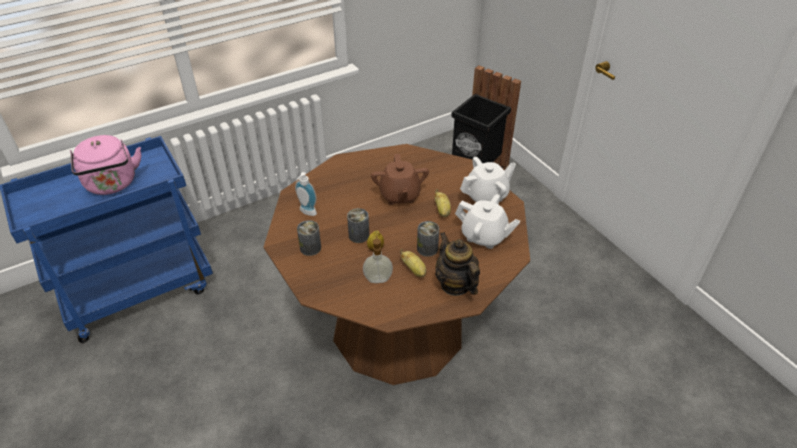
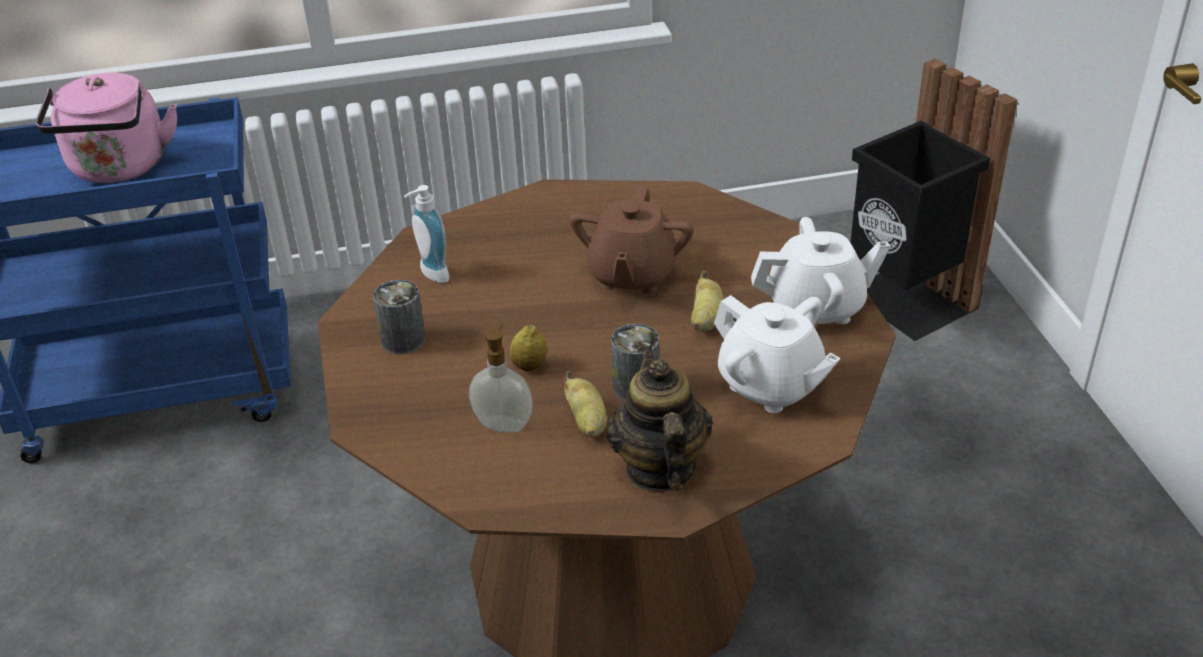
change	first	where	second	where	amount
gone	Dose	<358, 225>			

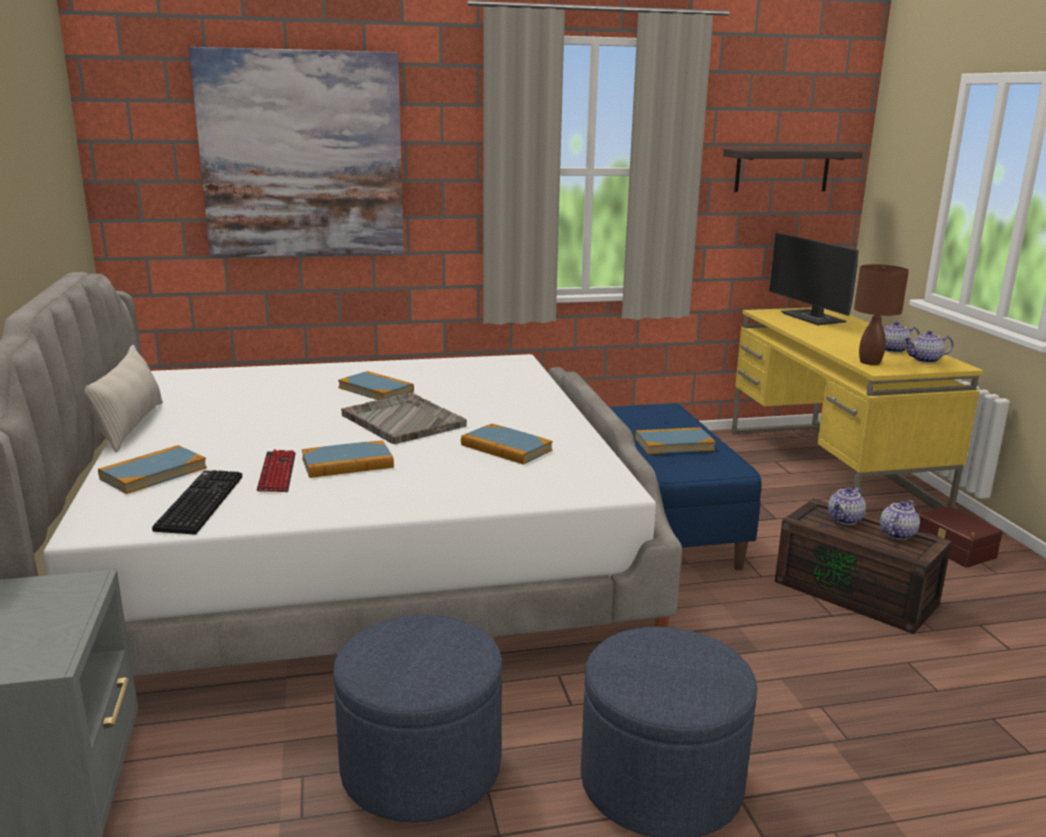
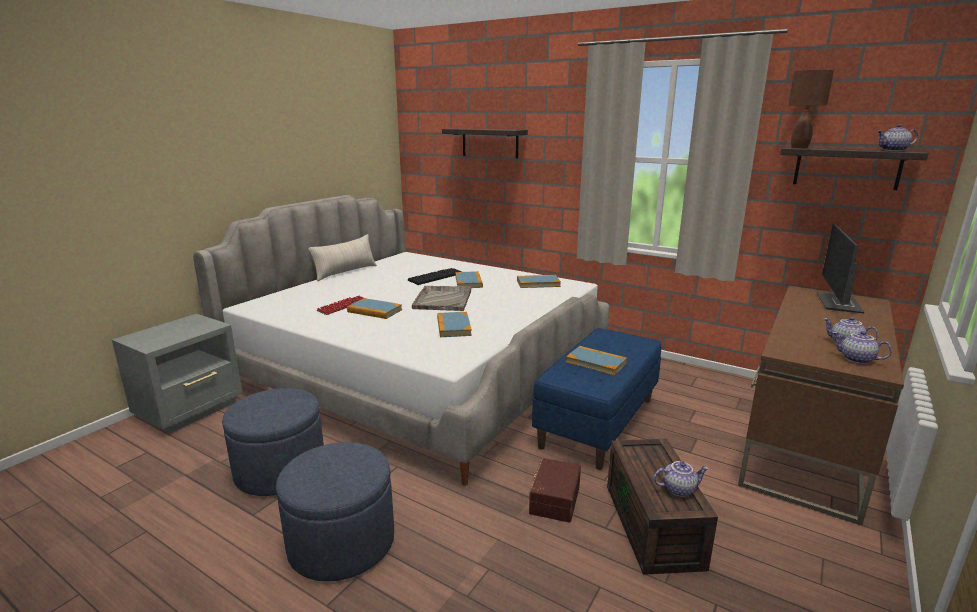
change	first	where	second	where	amount
shifted	Buch	<152, 469>		<539, 281>	
shifted	Tastatur	<197, 502>		<434, 276>	
swapped	Bild	<296, 152>	Wandregal	<485, 143>	
repainted	Schreibtisch (gelb)	<857, 408>	Schreibtisch (braun)	<821, 405>	
shifted	Teekanne	<847, 506>		<897, 137>	
shifted	Tischlampe (braun)	<881, 314>		<811, 109>	
shifted	Aufbewahrungsbox (braun)	<960, 537>		<555, 490>	

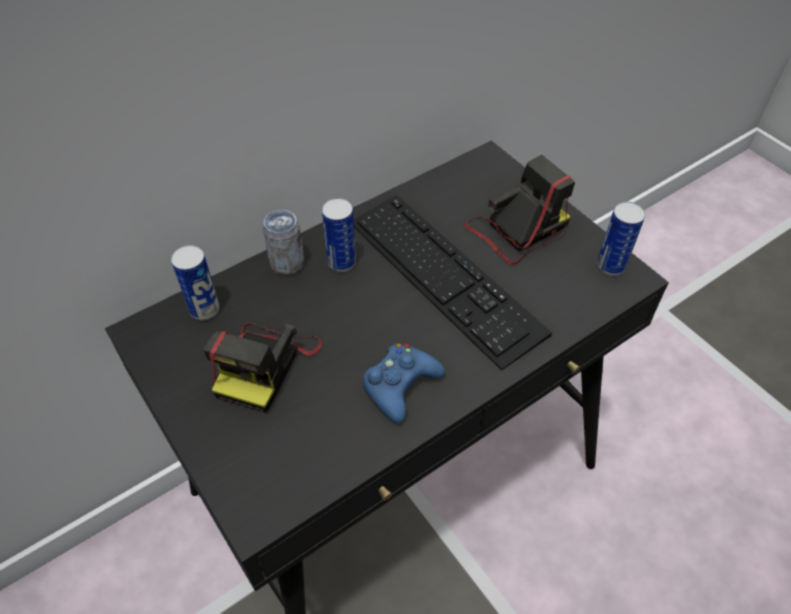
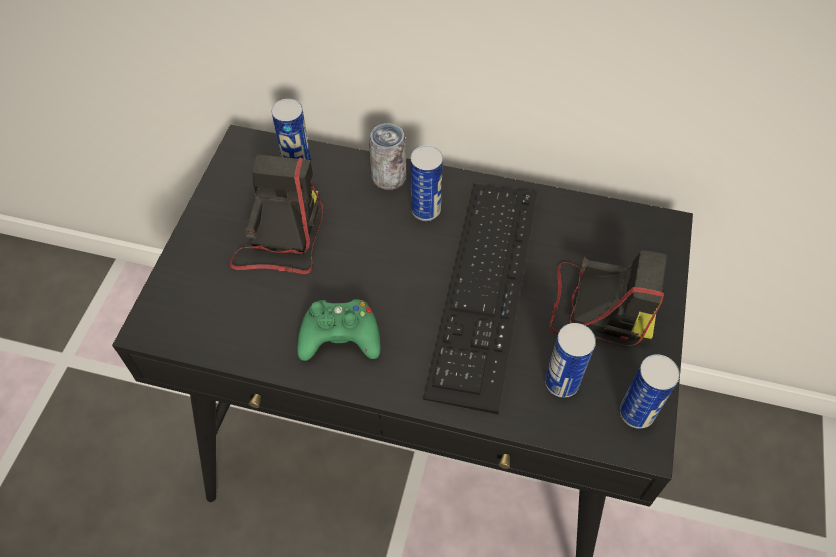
change	first	where	second	where	amount
rotated	Kamera	<262, 368>		<276, 214>	120 degrees clockwise
repainted	Gamepad (blau)	<404, 384>	Gamepad (grün)	<339, 330>	
new			Dose	<570, 360>	

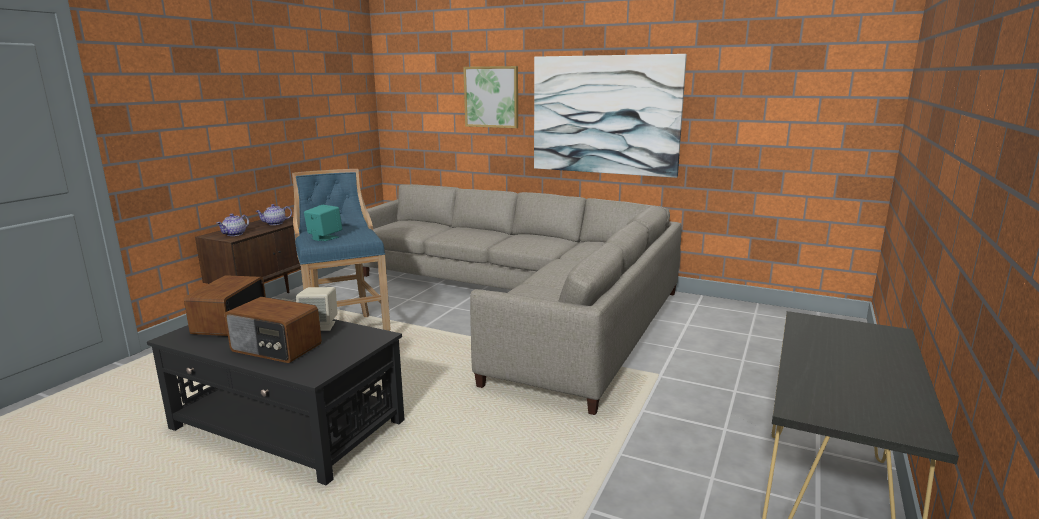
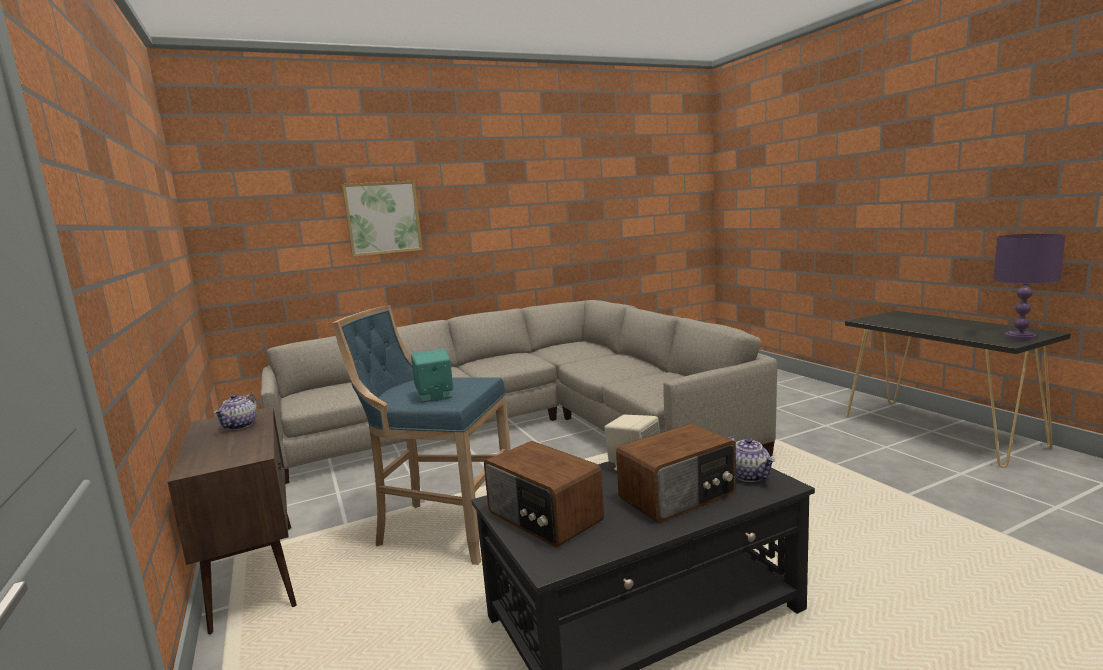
change	first	where	second	where	amount
shifted	Teekanne	<233, 225>		<751, 459>	
gone	Bild	<610, 116>			
new			Tischlampe (lila)	<1029, 287>	

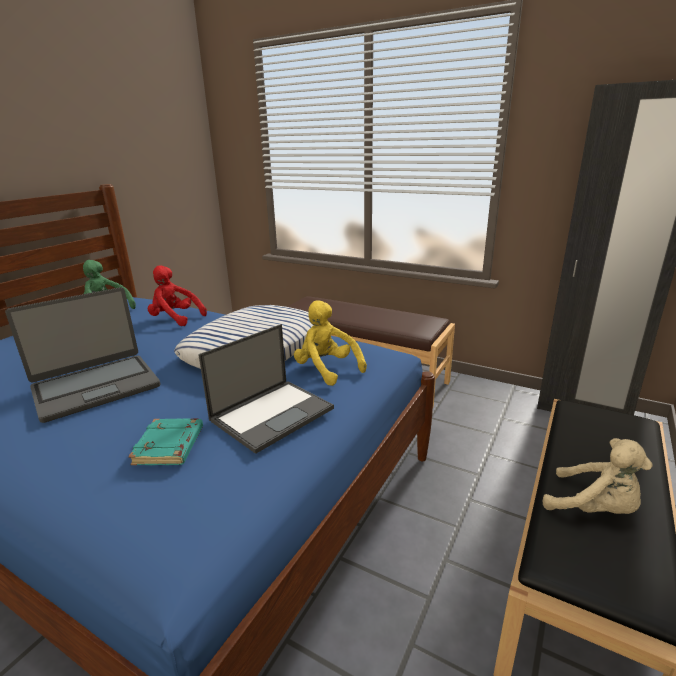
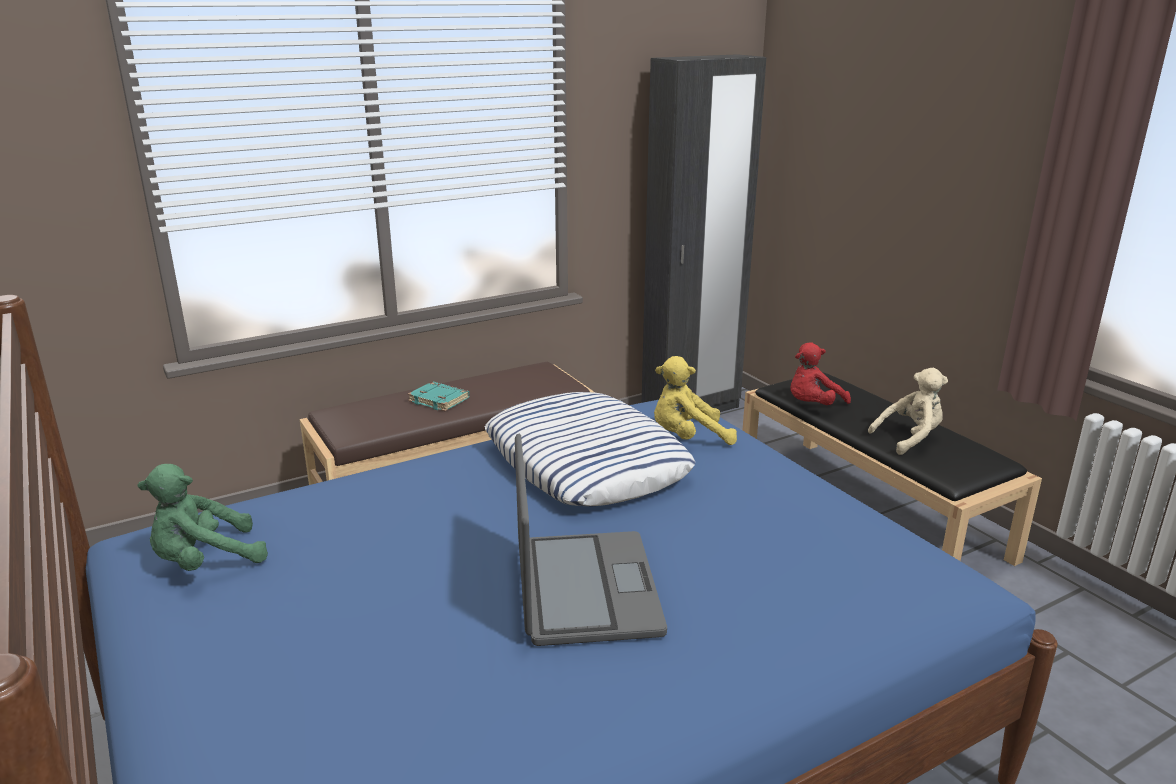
change	first	where	second	where	amount
shifted	Buch (türkis)	<165, 442>		<439, 396>	
shifted	Plüschtier (rot)	<177, 295>		<820, 373>	
gone	Laptop	<266, 389>			

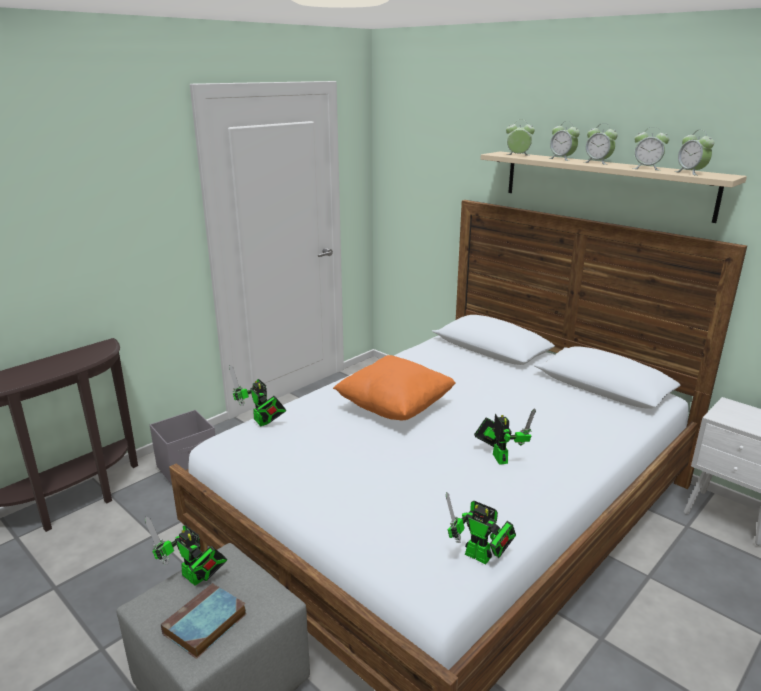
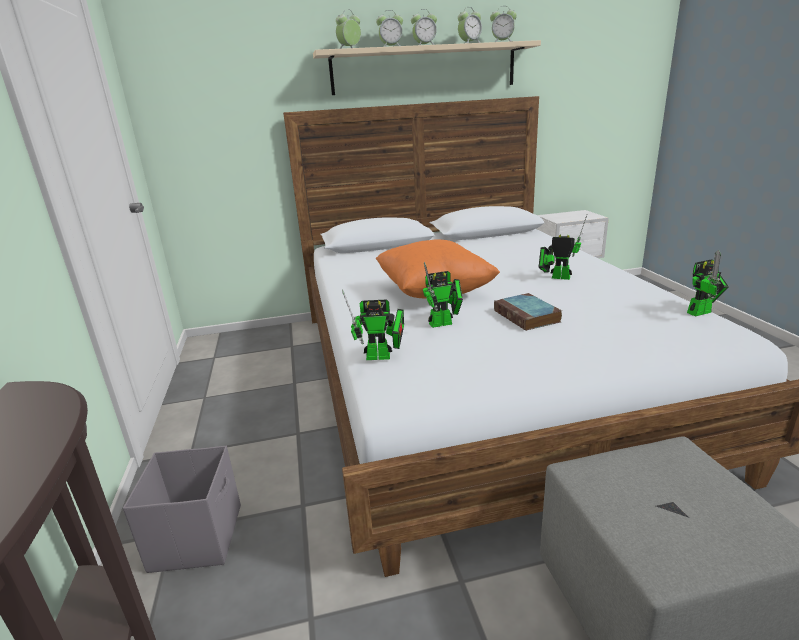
change	first	where	second	where	amount
shifted	Spielzeugroboter	<186, 551>		<443, 295>	
shifted	Buch	<204, 621>		<528, 312>	

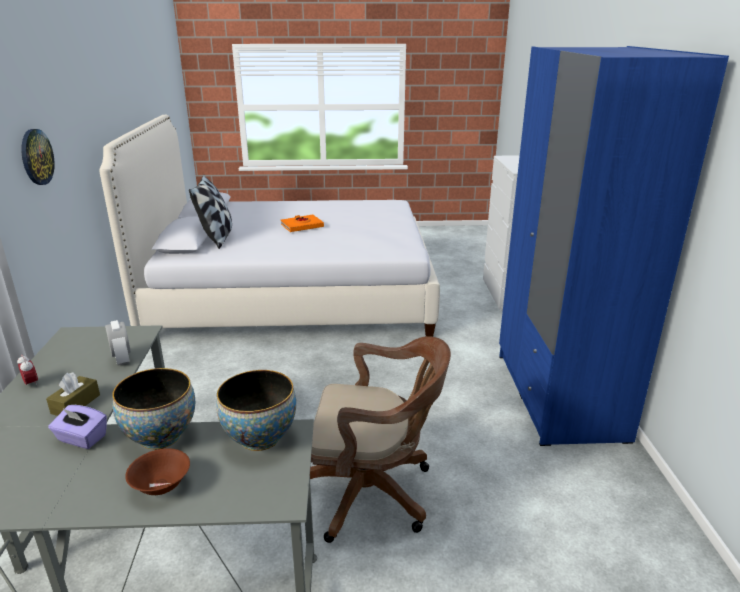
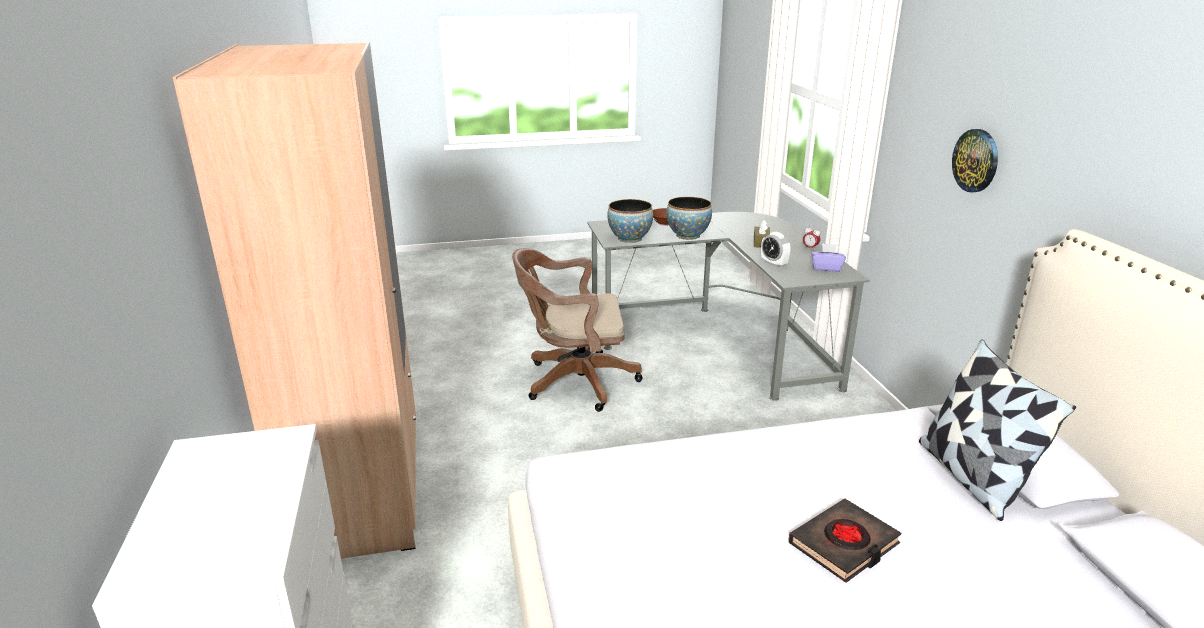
change	first	where	second	where	amount
shifted	Taschentuchbox (lila)	<77, 427>		<828, 257>	
repainted	Buch (orange)	<302, 223>	Buch (schwarz)	<845, 541>	
repainted	Kleiderschrank (blau)	<614, 246>	Kleiderschrank (beige)	<294, 300>	

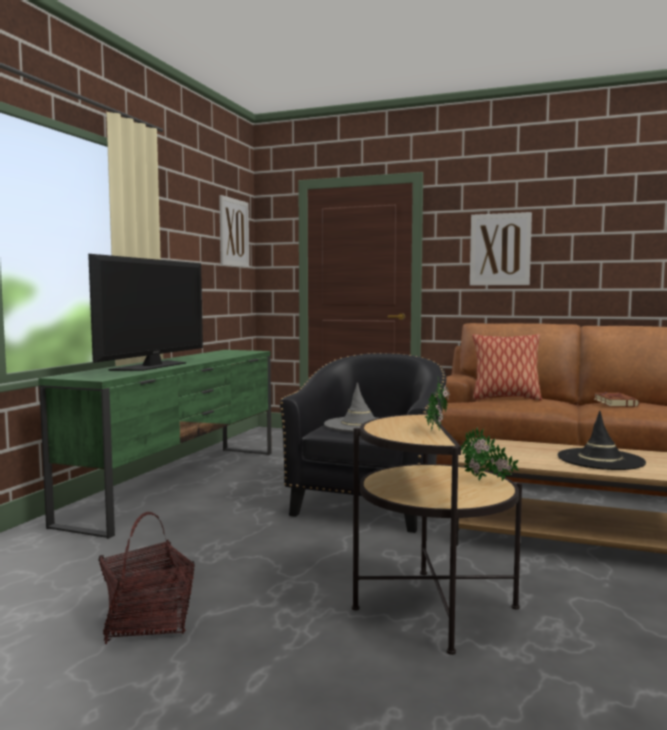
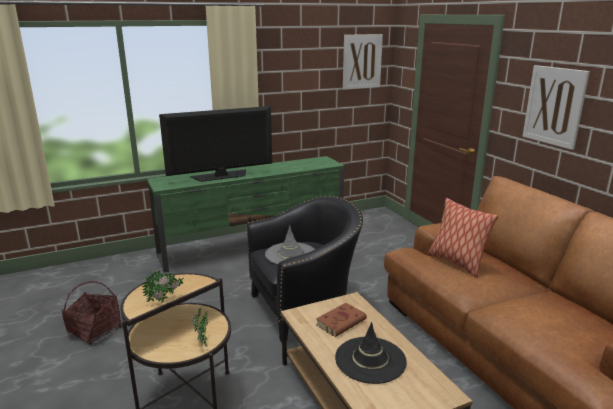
change	first	where	second	where	amount
shifted	Buch (braun)	<616, 399>		<341, 320>	

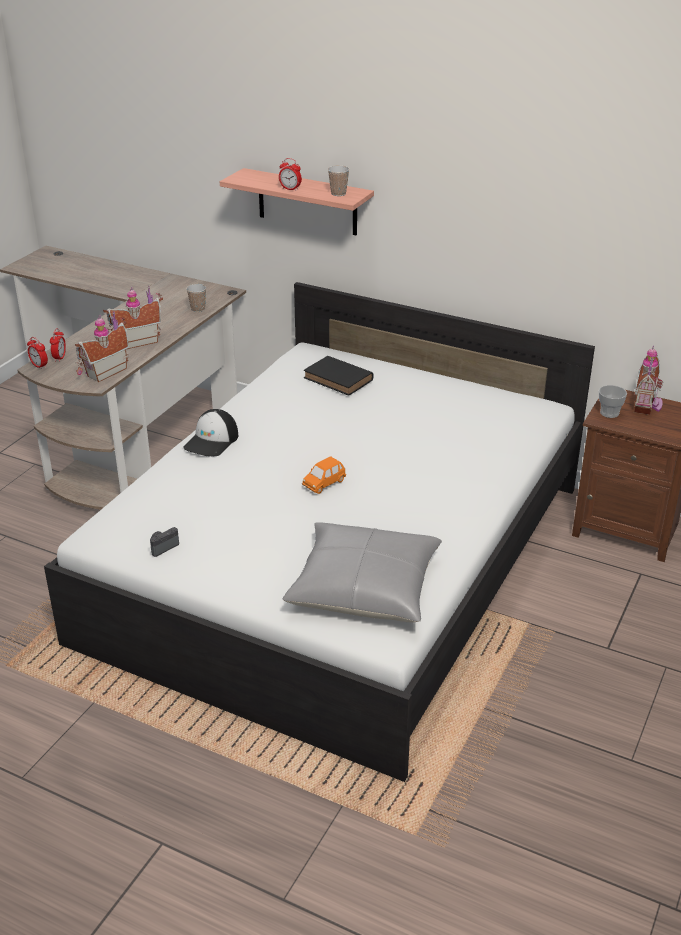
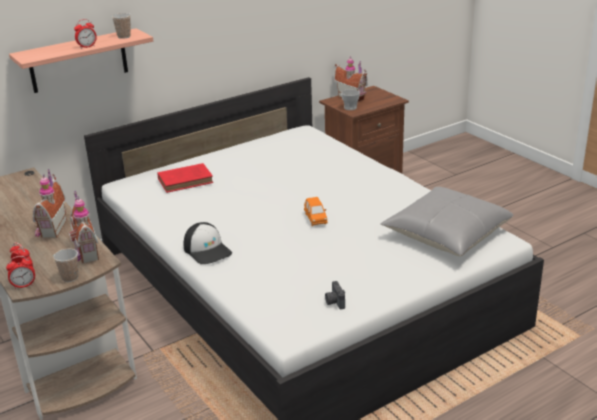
change	first	where	second	where	amount
shifted	Tasse	<196, 298>		<66, 265>	
repainted	Buch (schwarz)	<339, 376>	Buch (rot)	<185, 178>	

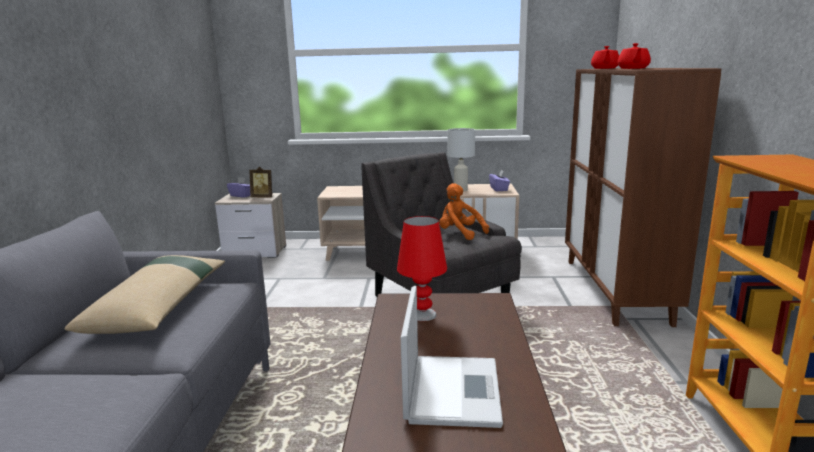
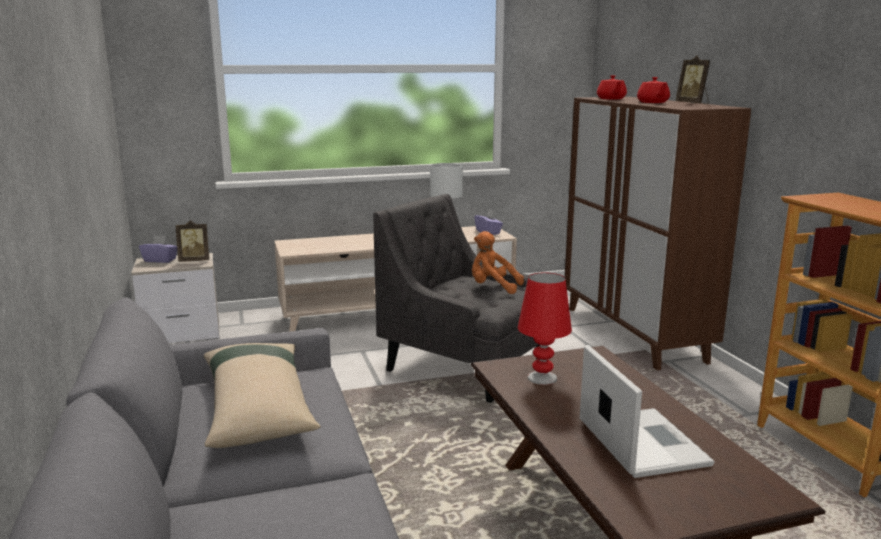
change	first	where	second	where	amount
new			Bilderrahmen	<692, 79>	

